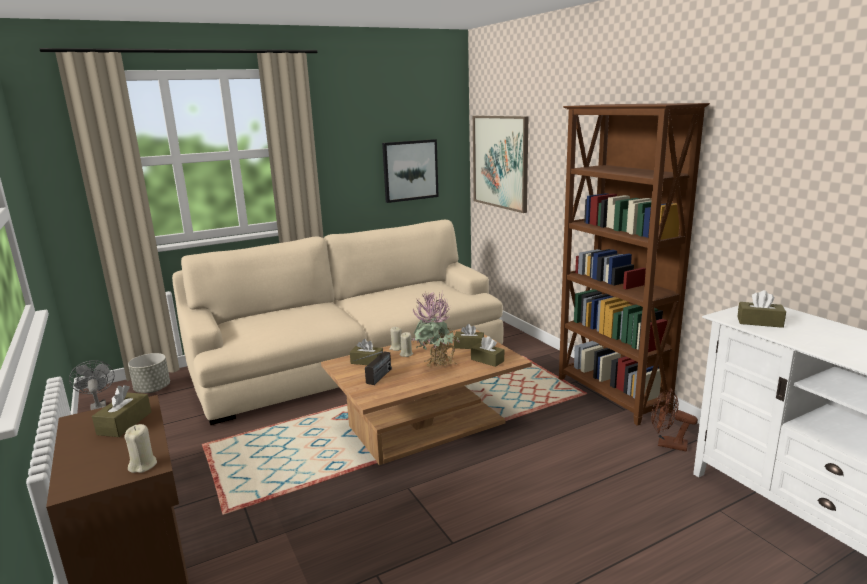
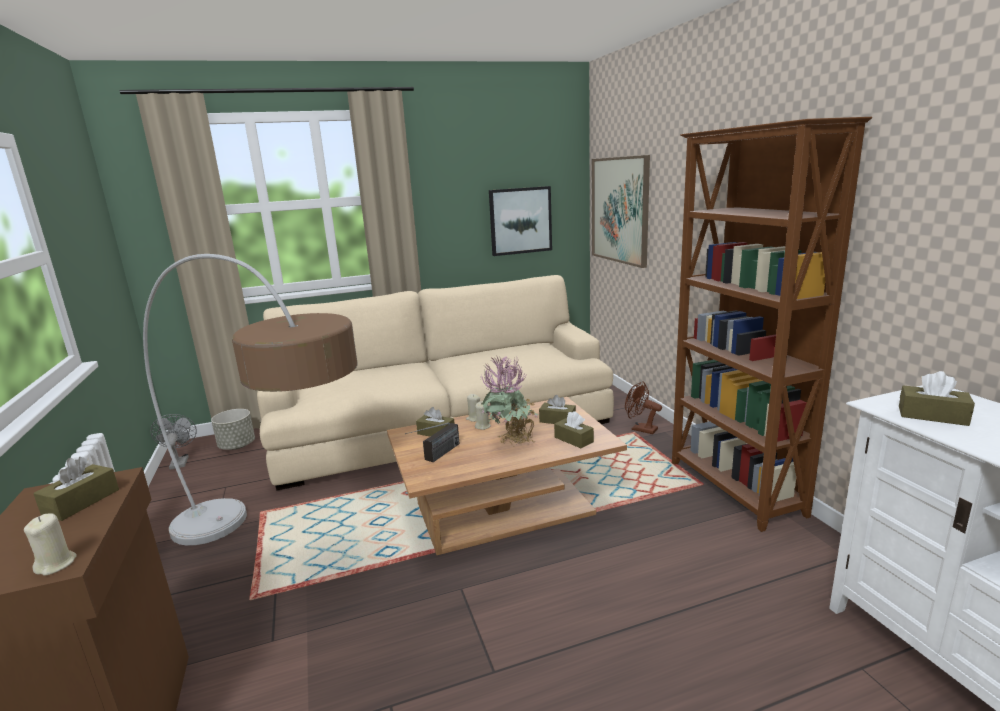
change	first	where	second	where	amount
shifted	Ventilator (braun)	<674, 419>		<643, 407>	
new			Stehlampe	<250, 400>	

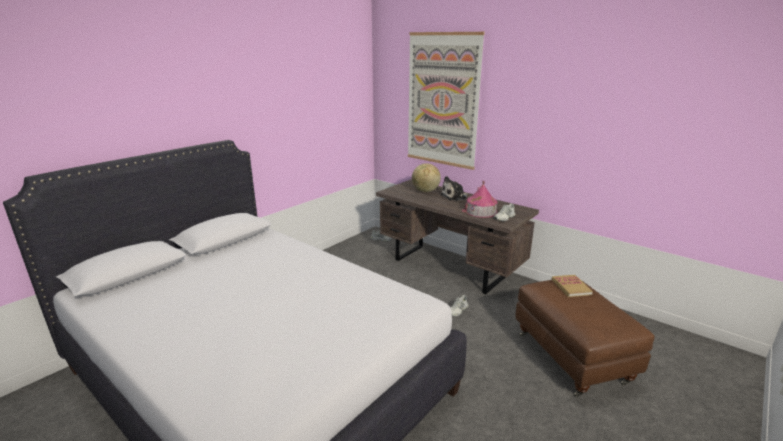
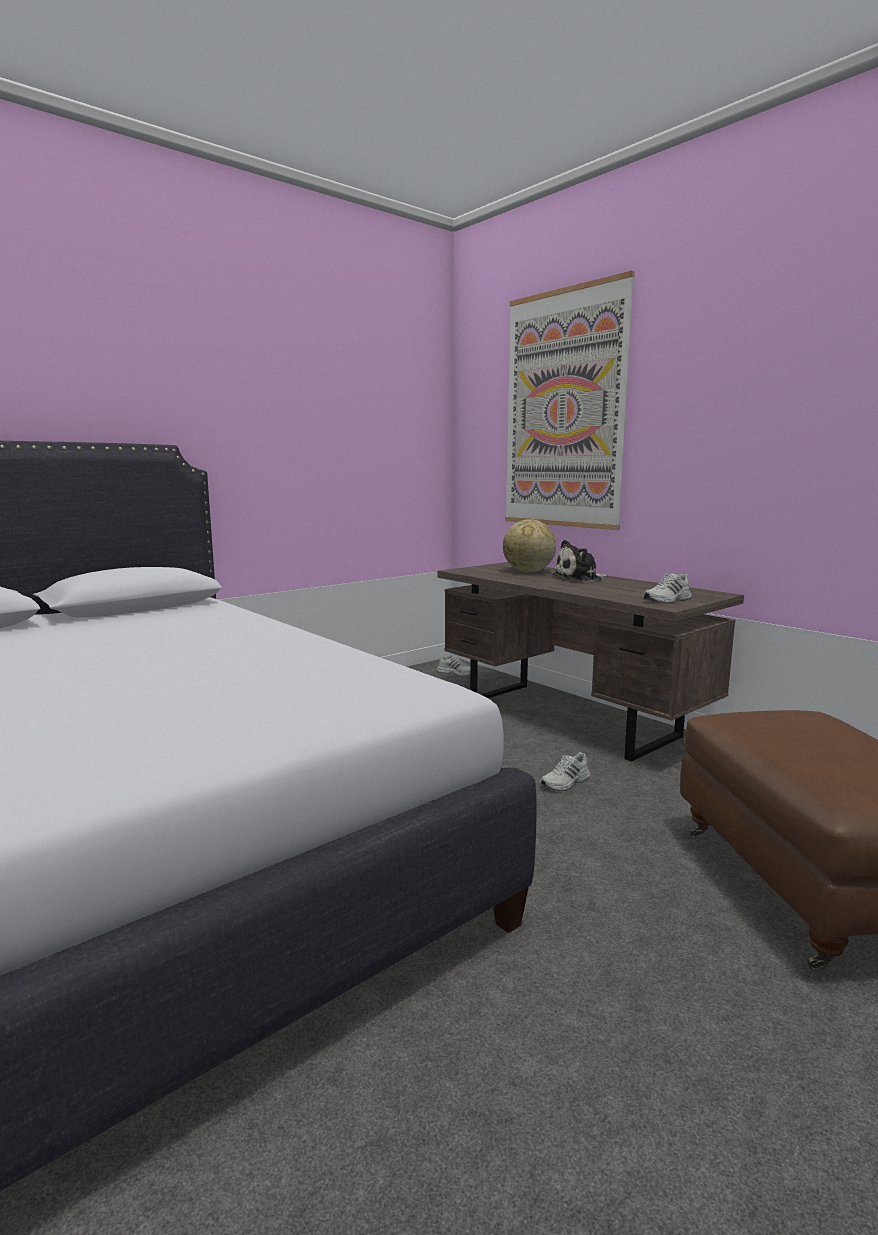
change	first	where	second	where	amount
gone	Spielzeughaus	<480, 199>			
gone	Buch	<572, 286>			

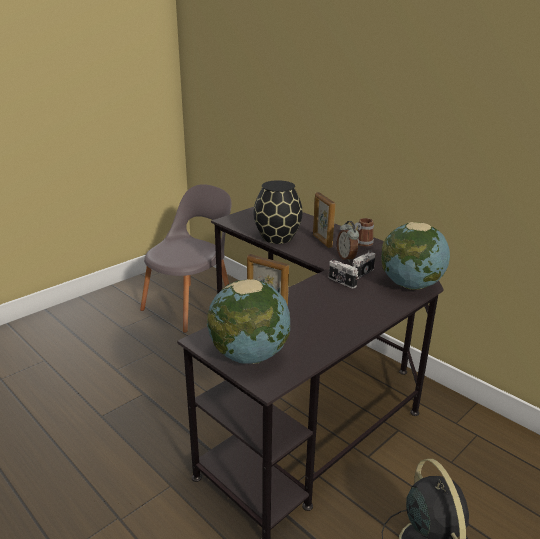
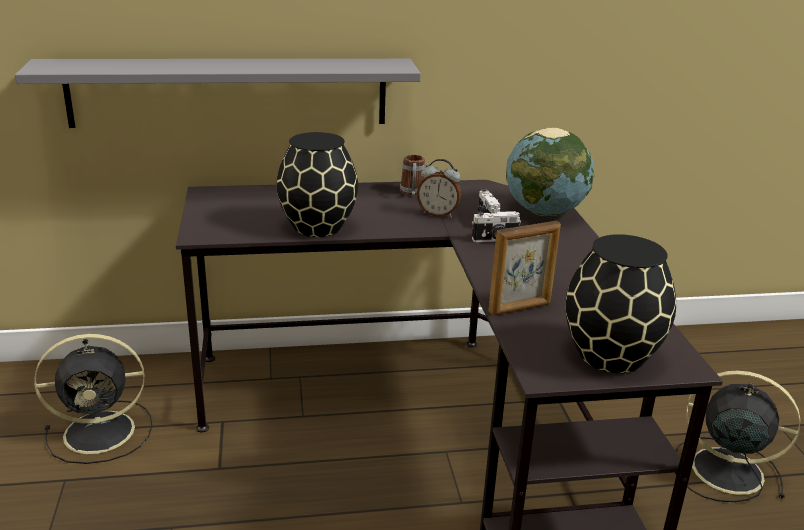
change	first	where	second	where	amount
swapped	Stuhl (grau)	<186, 258>	Ventilator (schwarz)	<93, 399>	
swapped	Globus	<248, 321>	Vase (schwarz)	<620, 303>	
gone	Bilderrahmen	<324, 220>			
new			Wandregal (grau)	<218, 93>	

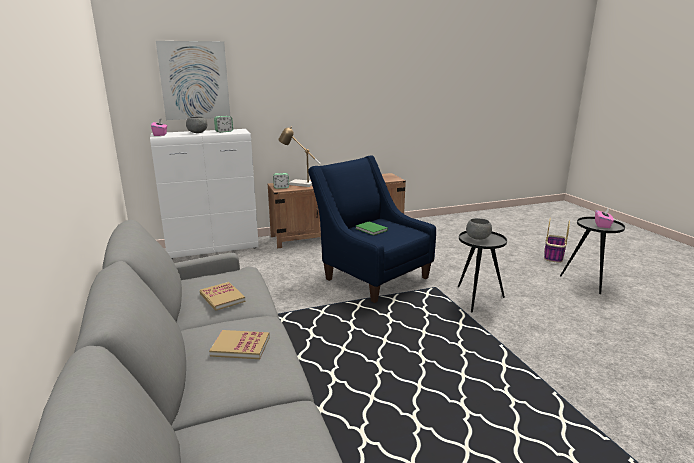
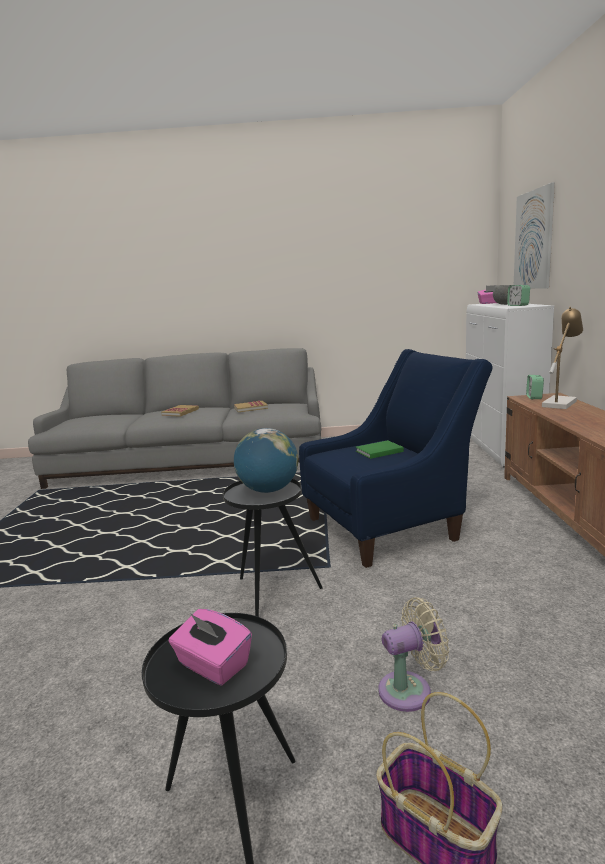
change	first	where	second	where	amount
swapped	Schüssel (grau)	<479, 229>	Globus	<266, 460>	
new			Ventilator (beige)	<414, 654>	

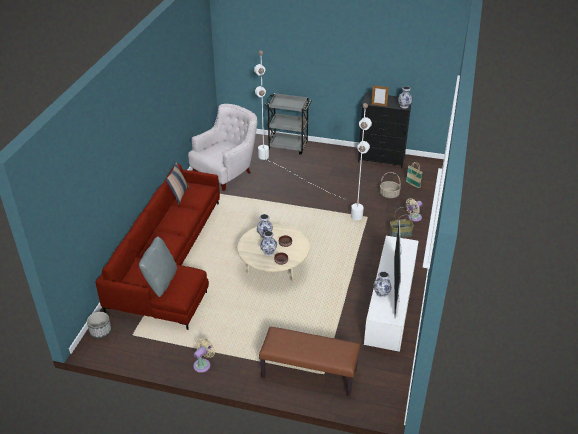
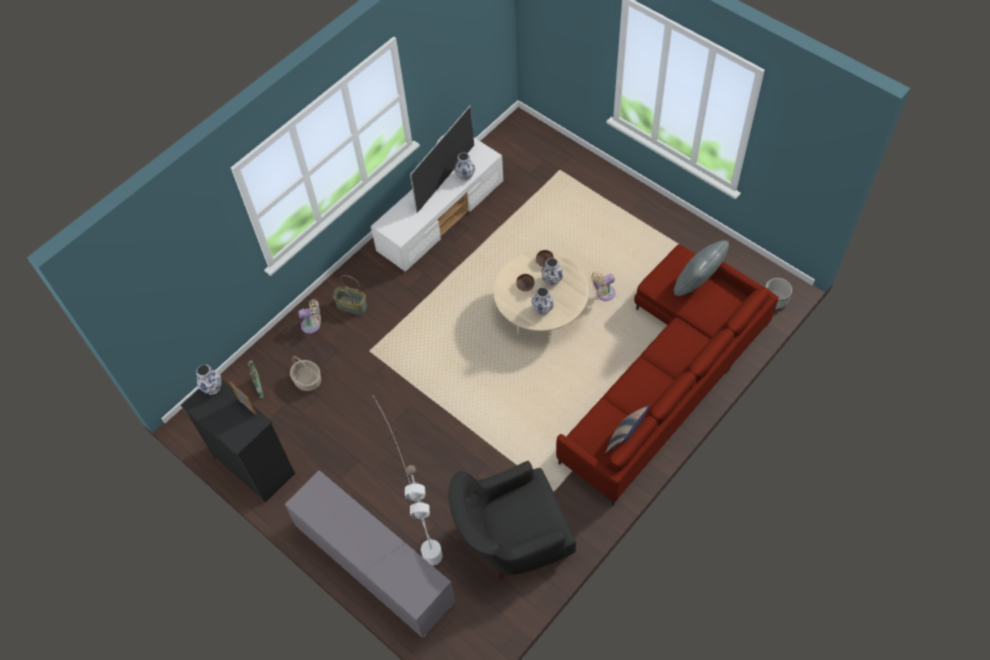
change	first	where	second	where	amount
repainted	Sessel (weiß)	<223, 147>	Sessel (schwarz)	<512, 520>	
shifted	Ventilator (beige)	<204, 355>		<603, 286>	
gone	Bank (braun)	<309, 361>			
swapped	Rollwagen (grau)	<288, 124>	Schrank (grau)	<370, 554>	
gone	Stehlampe (weiß)	<358, 189>			

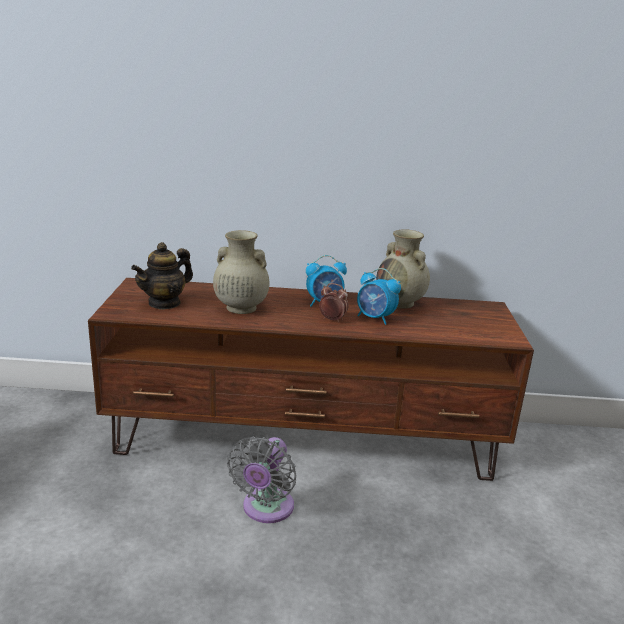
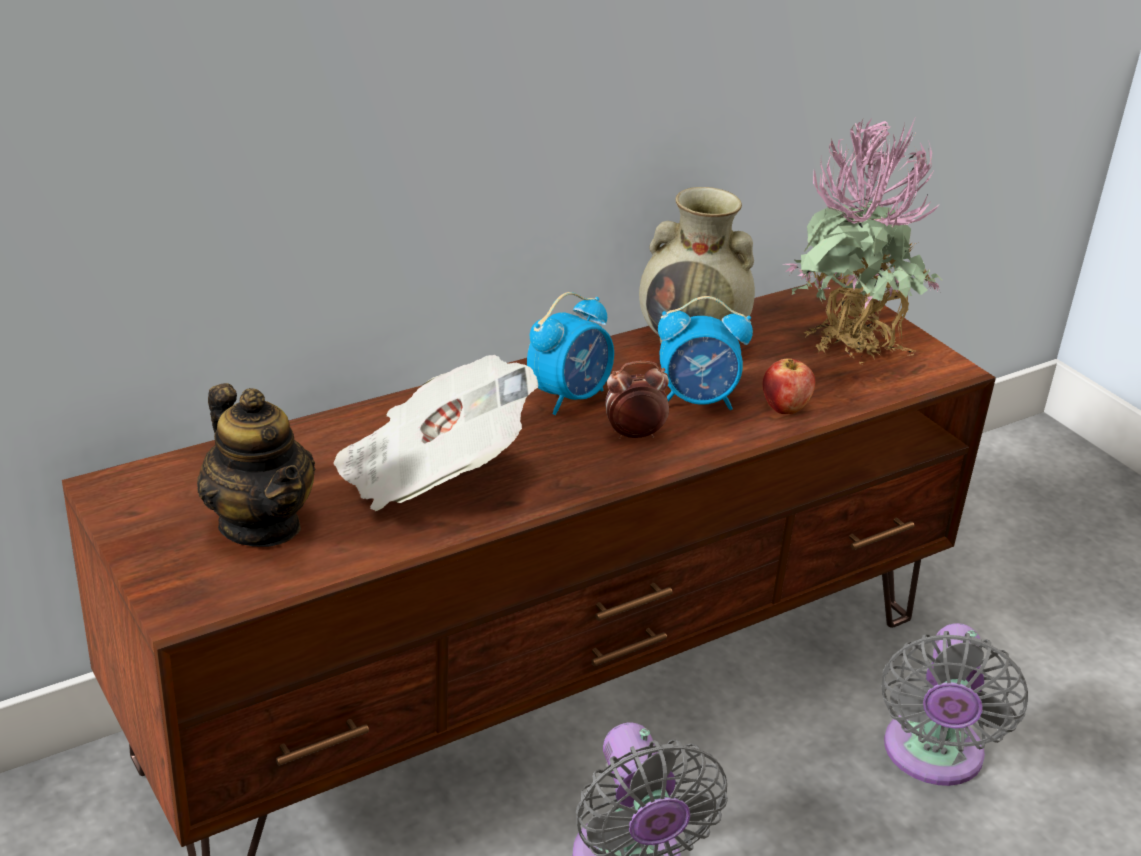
change	first	where	second	where	amount
rotated	Teekanne	<162, 276>		<256, 465>	45 degrees counterclockwise
swapped	Vase (beige)	<241, 272>	Zeitung	<435, 433>	
new			Apfel	<789, 386>	
new			Topfpflanze	<863, 242>	
new			Ventilator (grau)	<955, 704>	

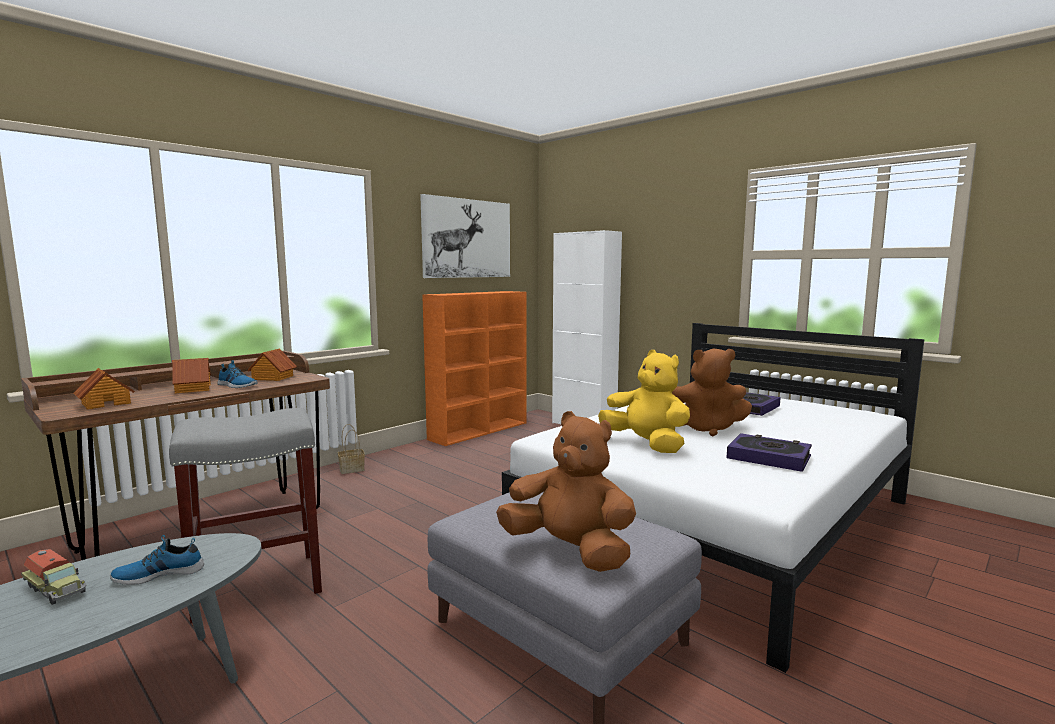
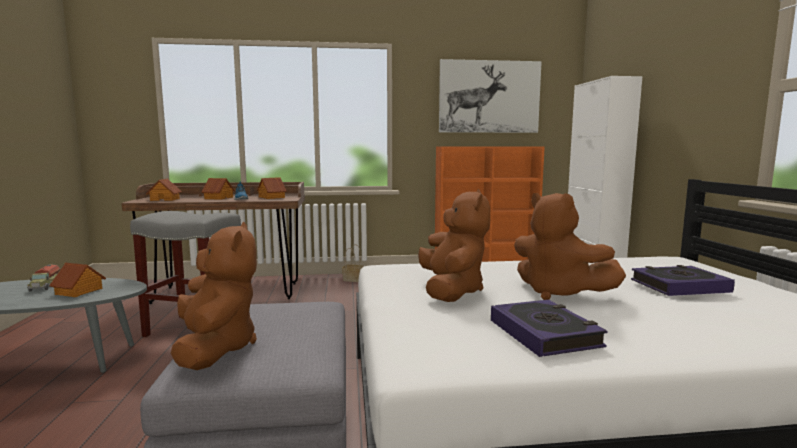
change	first	where	second	where	amount
swapped	Schuh	<157, 560>	Spielzeughaus	<77, 280>	
repainted	Plüschtier (gelb)	<644, 401>	Plüschtier (braun)	<454, 245>	

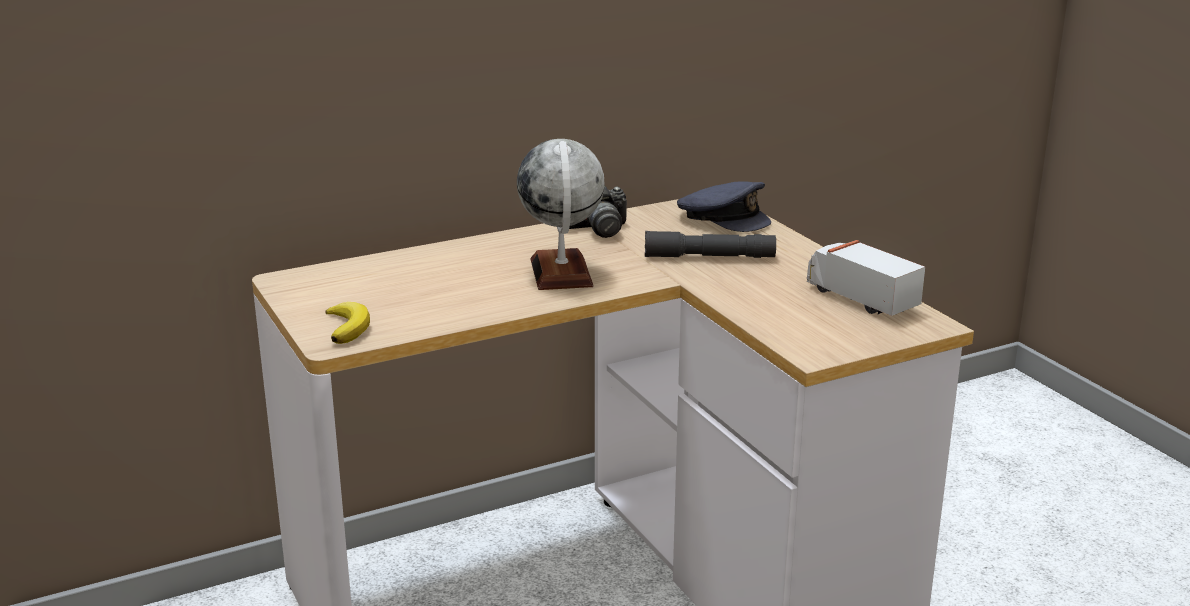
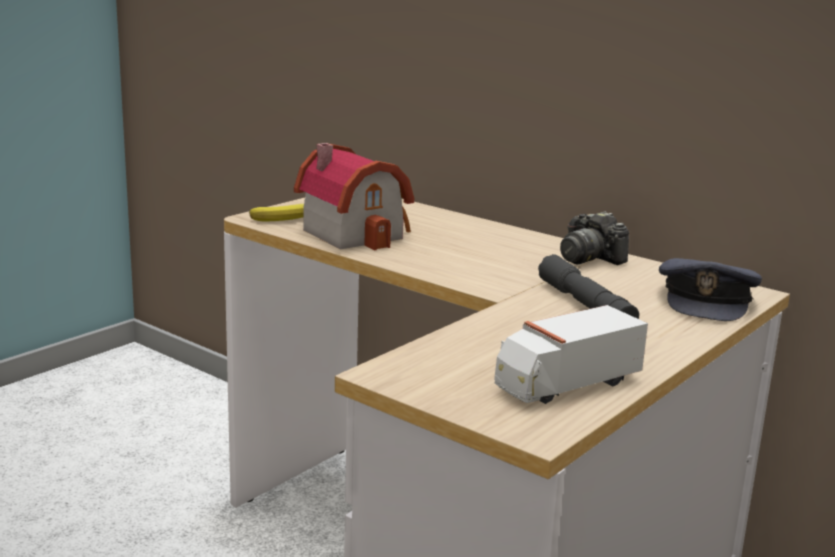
change	first	where	second	where	amount
gone	Globus	<561, 214>			
rotated	Spielzeuglaster	<866, 278>		<571, 354>	150 degrees counterclockwise
new			Spielzeughaus	<354, 196>	

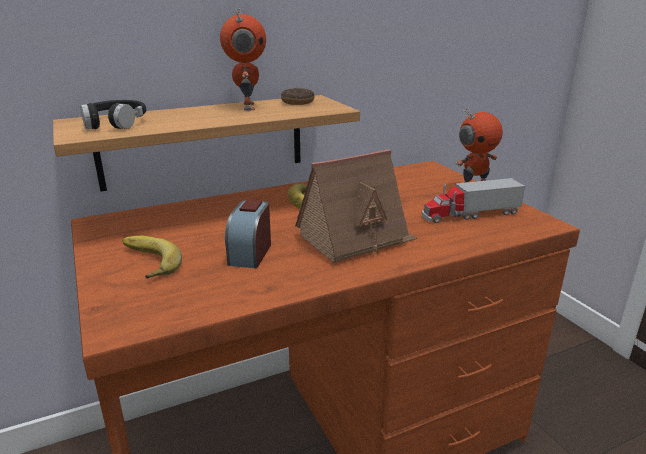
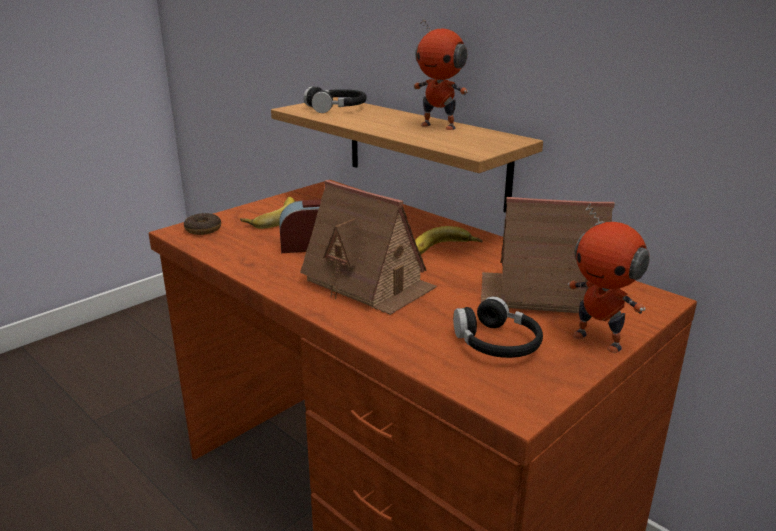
change	first	where	second	where	amount
rotated	Spielzeugroboter	<243, 59>		<440, 74>	60 degrees clockwise
shifted	Donut	<297, 96>		<202, 224>	
swapped	Spielzeuglaster	<473, 200>	Kopfhörer (schwarz)	<498, 327>	
new			Spielzeughaus	<548, 255>	

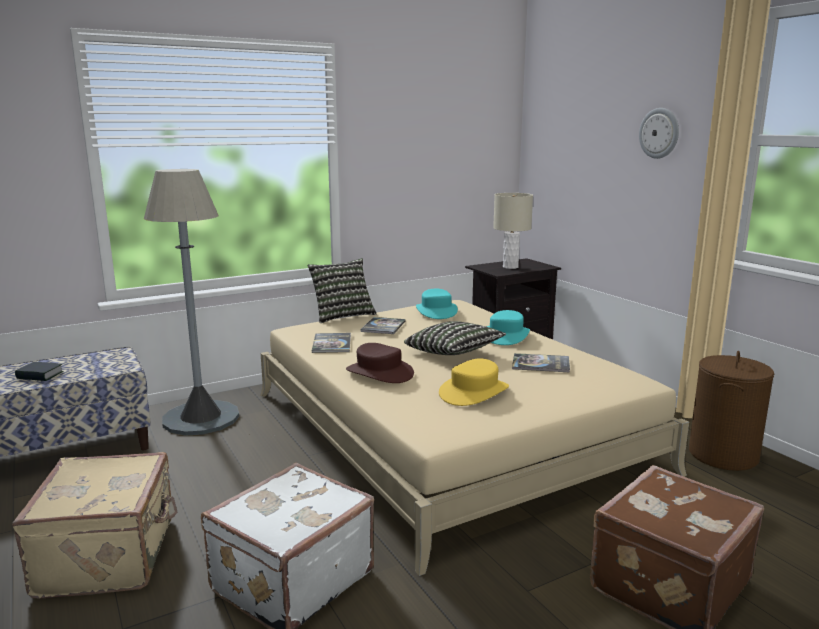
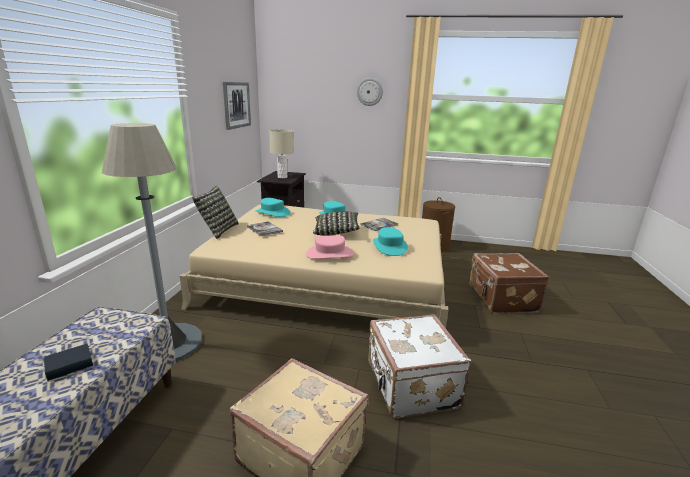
change	first	where	second	where	amount
gone	Buch	<331, 343>			
repainted	Hut (braun)	<380, 363>	Hut (rosa)	<330, 247>	
repainted	Hut (gelb)	<474, 382>	Hut (türkis)	<390, 241>	
new			Bild	<237, 106>	

